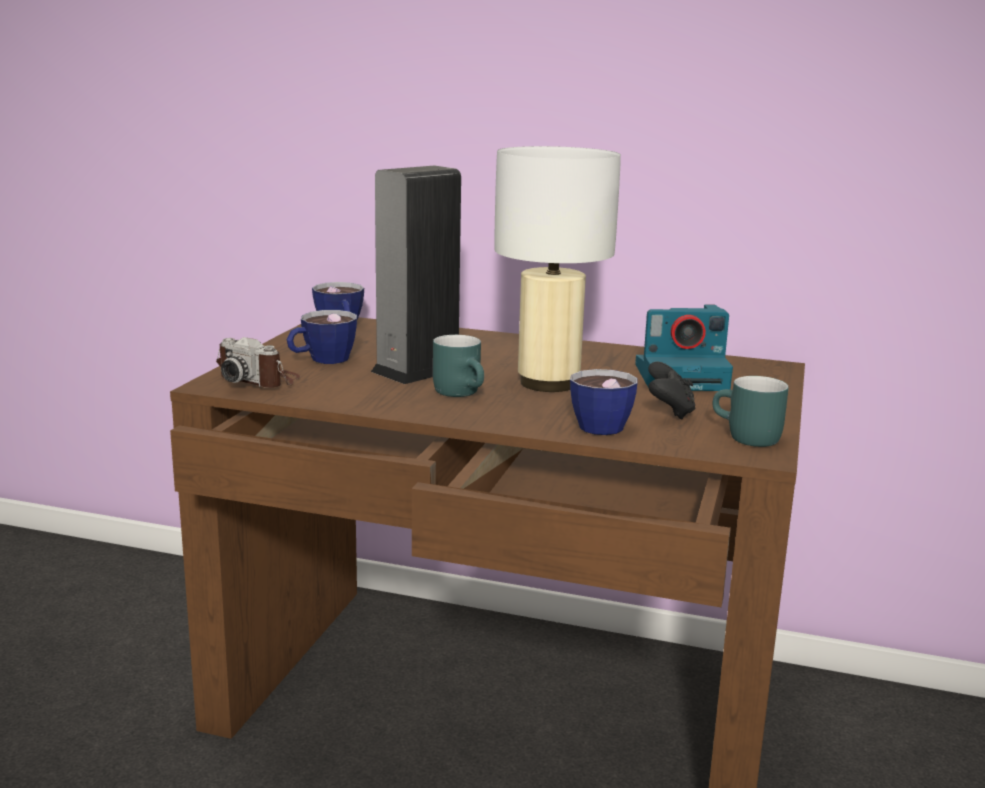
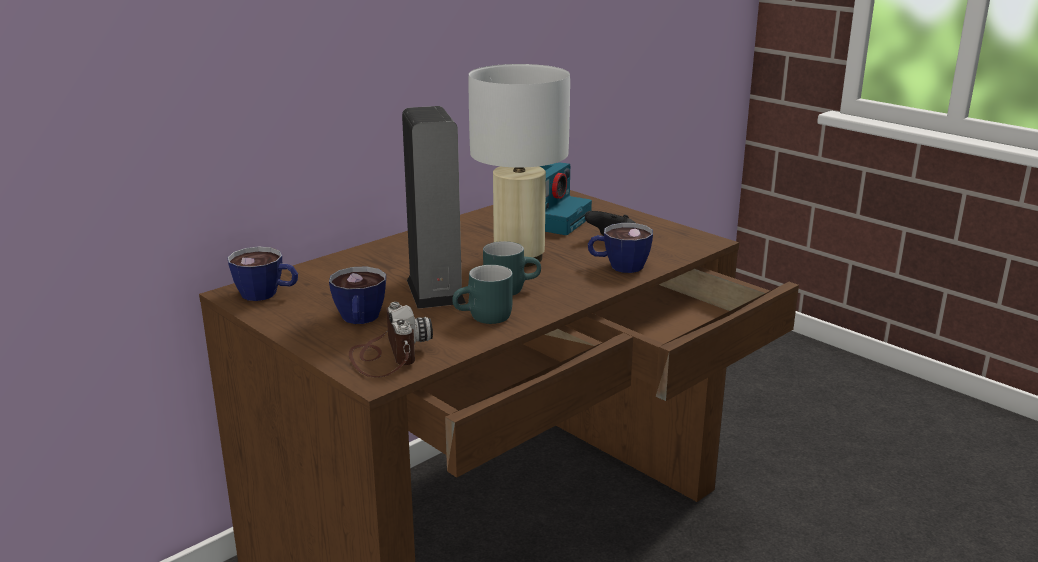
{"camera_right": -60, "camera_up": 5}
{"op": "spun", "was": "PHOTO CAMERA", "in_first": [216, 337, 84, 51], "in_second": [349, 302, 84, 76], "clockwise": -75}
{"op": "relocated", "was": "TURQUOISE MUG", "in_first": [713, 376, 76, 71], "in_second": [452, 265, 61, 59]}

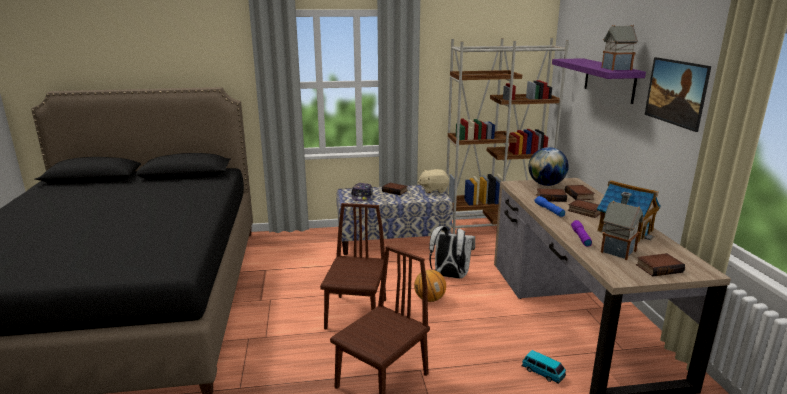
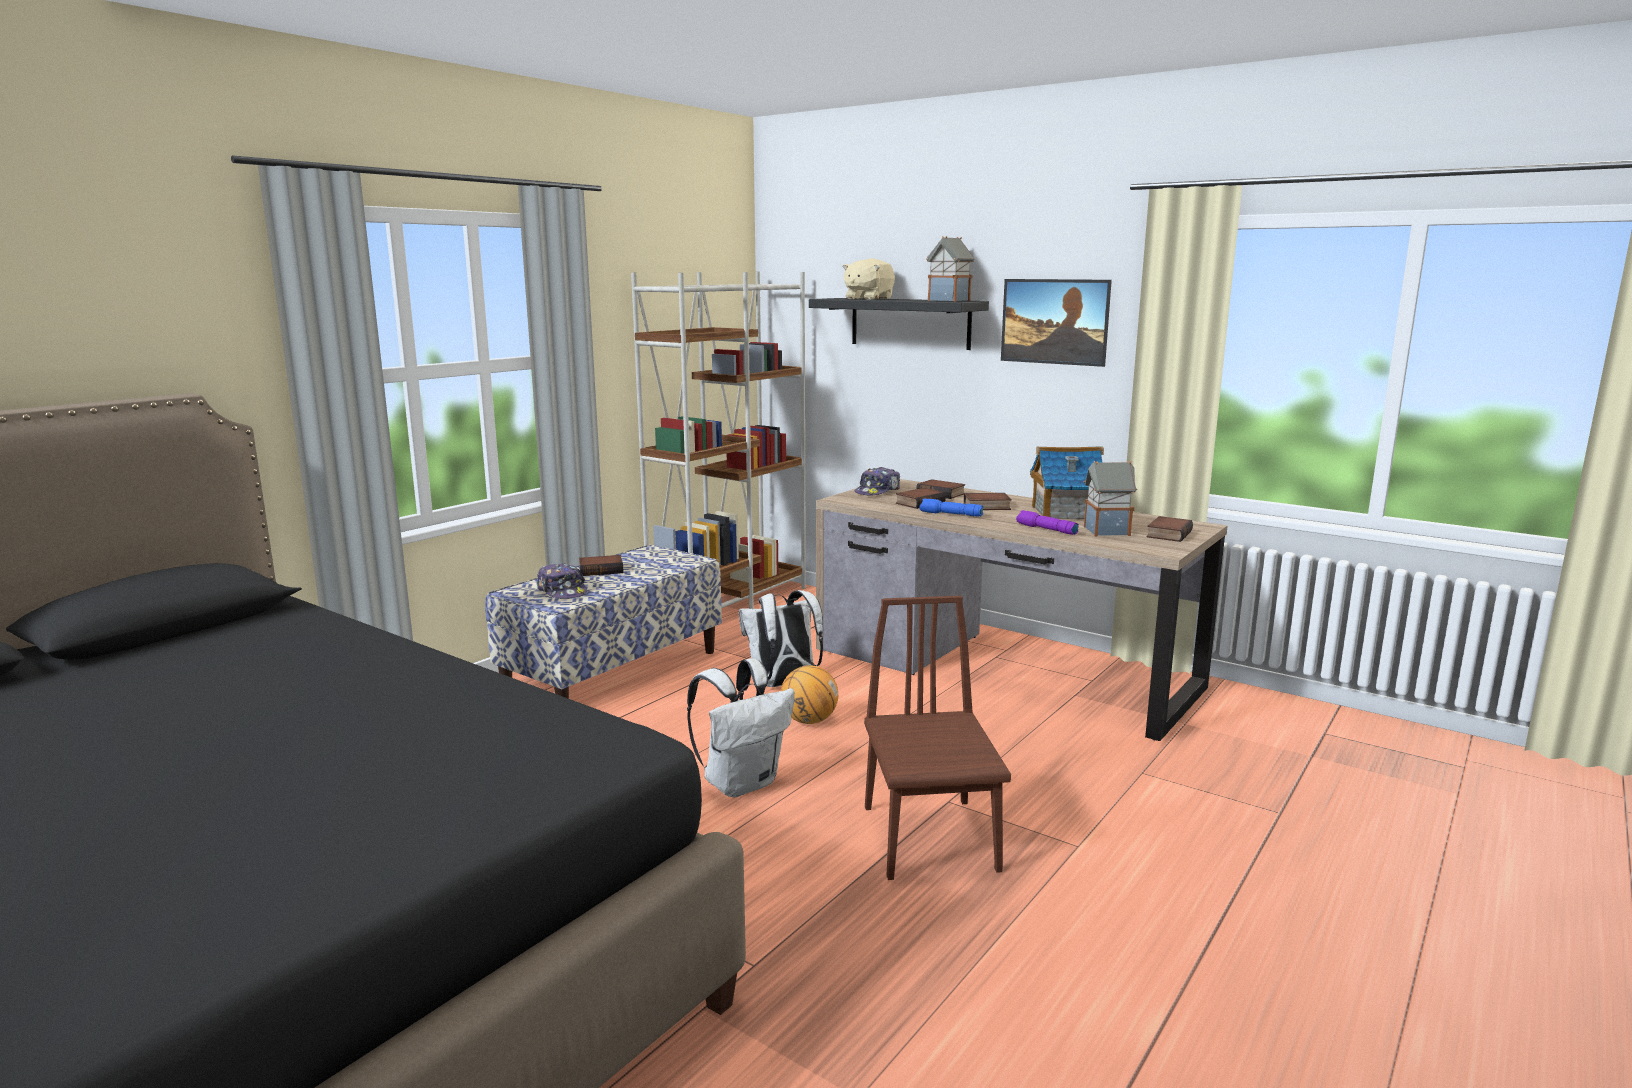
{"camera_right": -45, "camera_up": -5}
{"op": "exchanged", "was": "BROWN CHAIR", "now": "WHITE BACKPACK", "in_first": [320, 203, 66, 126], "in_second": [687, 658, 108, 139]}
{"op": "colour", "was": "PURPLE SHELF", "now": "BLACK SHELF", "in_first": [552, 58, 94, 46], "in_second": [809, 298, 180, 52]}
{"op": "relocated", "was": "BEIGE PLUSH TOY", "in_first": [417, 169, 32, 24], "in_second": [842, 259, 53, 41]}
{"op": "exchanged", "was": "GLOBE", "now": "CAP", "in_first": [528, 147, 41, 39], "in_second": [855, 467, 45, 29]}
{"op": "missing", "was": "TOY CAR", "in_first": [522, 350, 44, 34]}

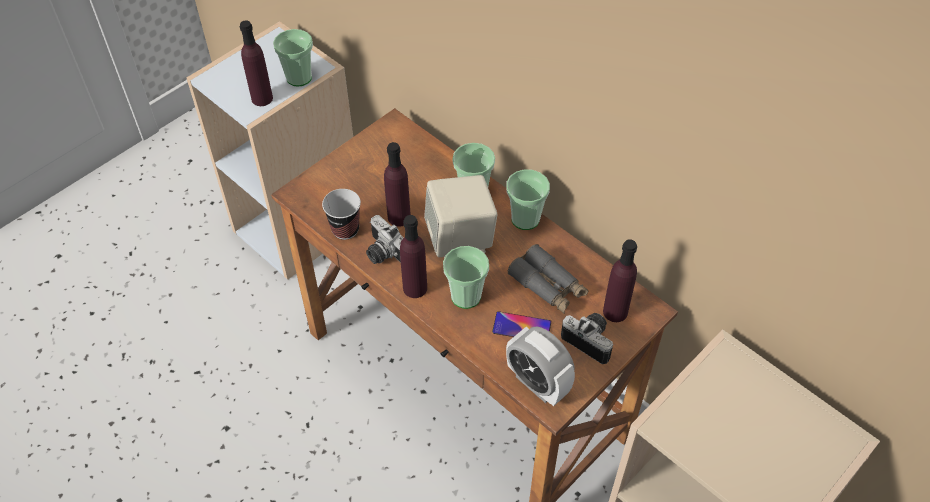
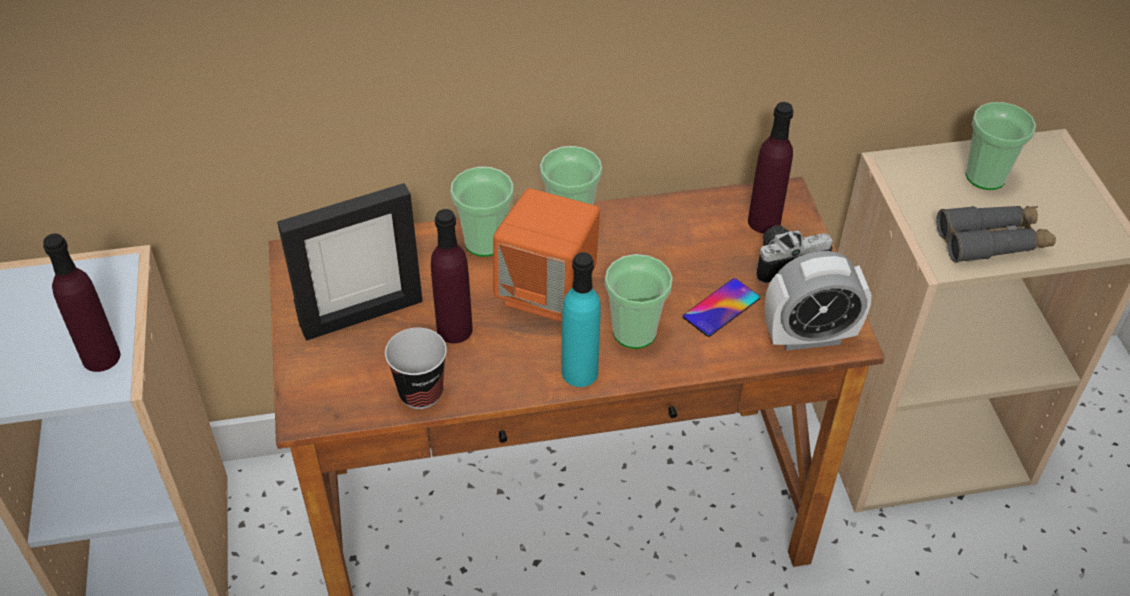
{"camera_right": -55, "camera_up": -5}
{"op": "appeared", "now": "PICTURE FRAME", "in_second": [277, 183, 146, 158]}
{"op": "colour", "was": "BEIGE SPEAKER", "now": "ORANGE SPEAKER", "in_first": [424, 175, 74, 83], "in_second": [493, 188, 107, 134]}
{"op": "colour", "was": "PURPLE BOTTLE", "now": "TURQUOISE BOTTLE", "in_first": [400, 215, 27, 83], "in_second": [562, 252, 39, 135]}
{"op": "relocated", "was": "GREY BINOCULARS", "in_first": [508, 244, 80, 70], "in_second": [936, 206, 120, 57]}
{"op": "relocated", "was": "CUP", "in_first": [273, 29, 40, 57], "in_second": [966, 102, 70, 88]}
{"op": "missing", "was": "PHOTO CAMERA", "in_first": [366, 215, 38, 49]}

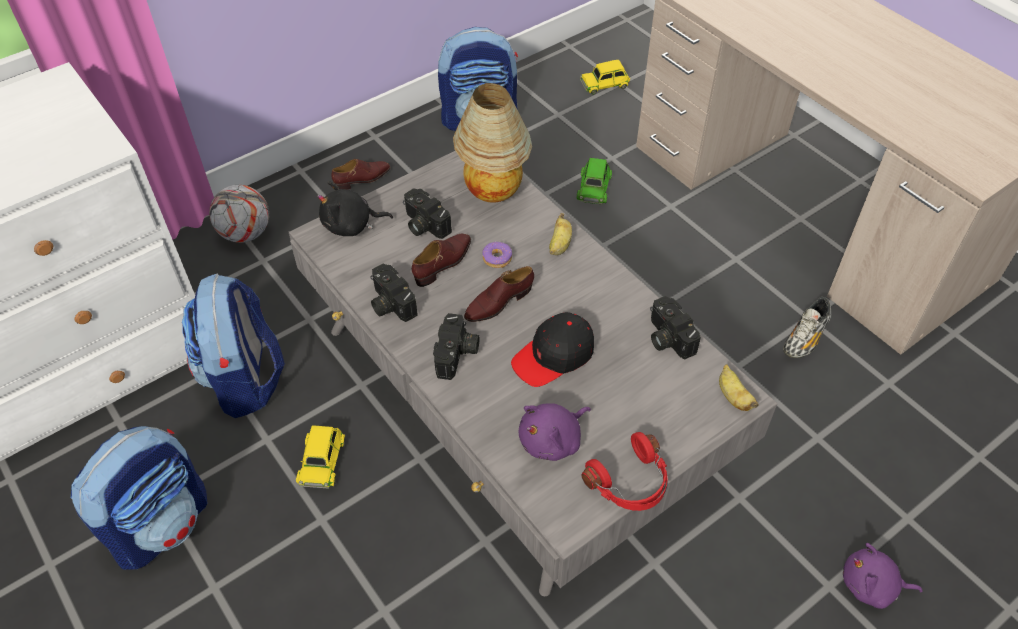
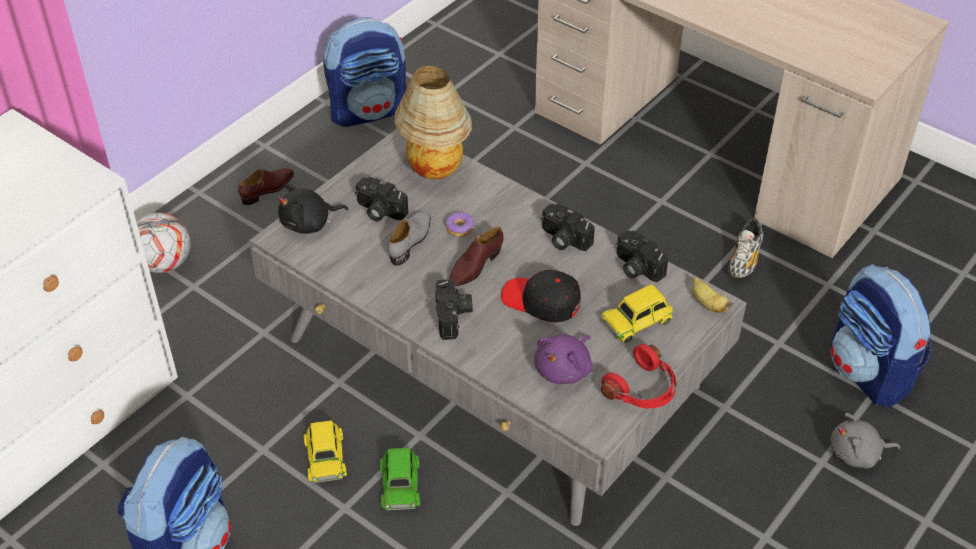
{"camera_right": -15, "camera_up": -5}
{"op": "relocated", "was": "GREEN TOY CAR", "in_first": [577, 158, 35, 46], "in_second": [380, 448, 40, 62]}
{"op": "colour", "was": "BROWN SHOE", "now": "GREY SHOE", "in_first": [412, 234, 59, 53], "in_second": [387, 211, 44, 55]}
{"op": "spun", "was": "BLACK CAP", "in_first": [511, 312, 83, 75], "in_second": [501, 270, 80, 52], "clockwise": 75}
{"op": "relocated", "was": "PHOTO CAMERA", "in_first": [371, 264, 47, 58], "in_second": [541, 204, 54, 47]}
{"op": "relocated", "was": "YELLOW TOY CAR", "in_first": [580, 60, 50, 35], "in_second": [601, 284, 72, 59]}
{"op": "relocated", "was": "BACKPACK", "in_first": [182, 273, 103, 145], "in_second": [830, 264, 102, 143]}
{"op": "colour", "was": "PURPLE PLUSH TOY", "now": "GREY PLUSH TOY", "in_first": [843, 543, 80, 66], "in_second": [831, 413, 69, 56]}
{"op": "missing", "was": "BANANA", "in_first": [549, 213, 23, 42]}

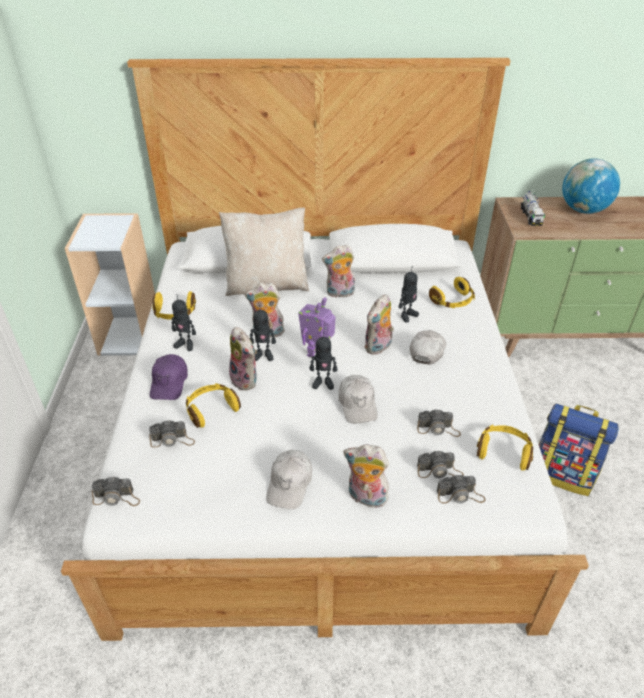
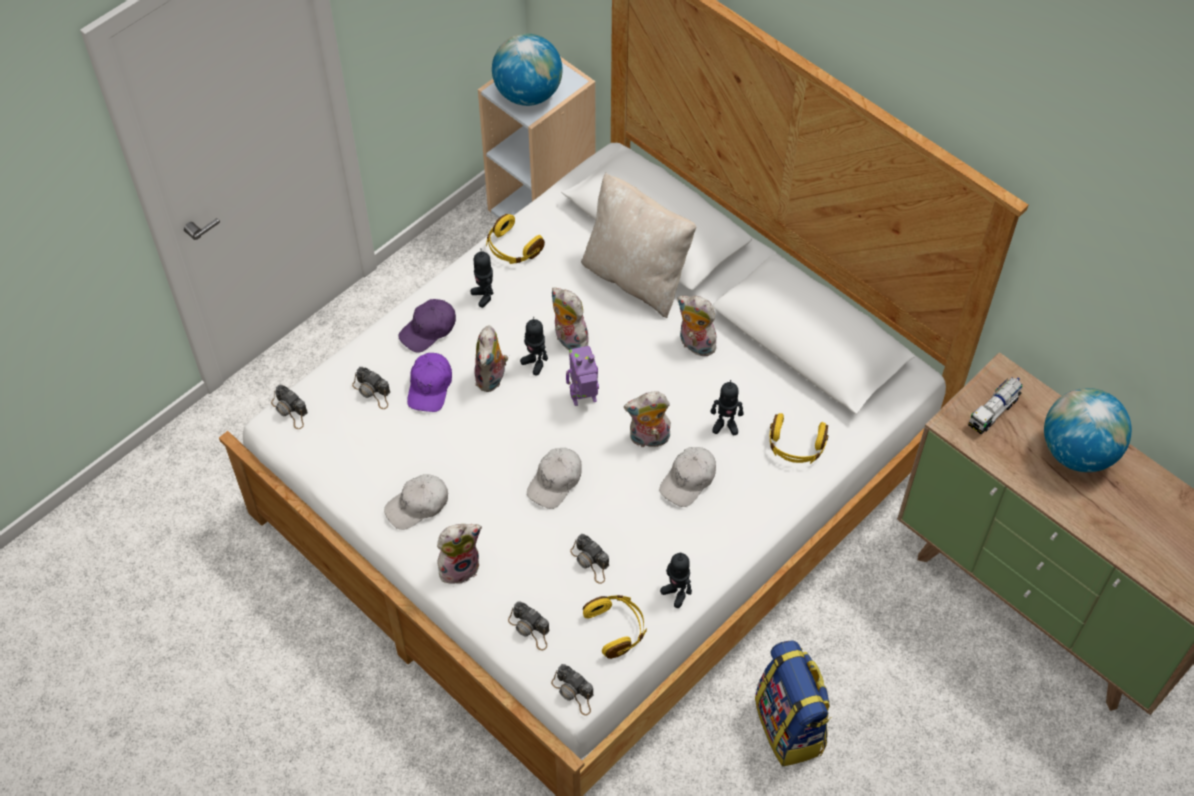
{"camera_right": 45, "camera_up": 15}
{"op": "exchanged", "was": "YELLOW HEADPHONES", "now": "PURPLE CAP", "in_first": [186, 383, 55, 45], "in_second": [407, 353, 45, 59]}
{"op": "spun", "was": "PLUSH TOY", "in_first": [343, 444, 46, 64], "in_second": [437, 524, 45, 60], "clockwise": 90}
{"op": "appeared", "now": "GLOBE", "in_second": [492, 33, 71, 73]}
{"op": "relocated", "was": "PHOTO CAMERA", "in_first": [417, 451, 47, 27], "in_second": [551, 664, 42, 52]}
{"op": "spun", "was": "WHITE CAP", "in_first": [410, 330, 36, 34], "in_second": [659, 447, 57, 60], "clockwise": 150}
{"op": "relocated", "was": "TOY ROBOT", "in_first": [310, 331, 27, 59], "in_second": [660, 552, 32, 56]}

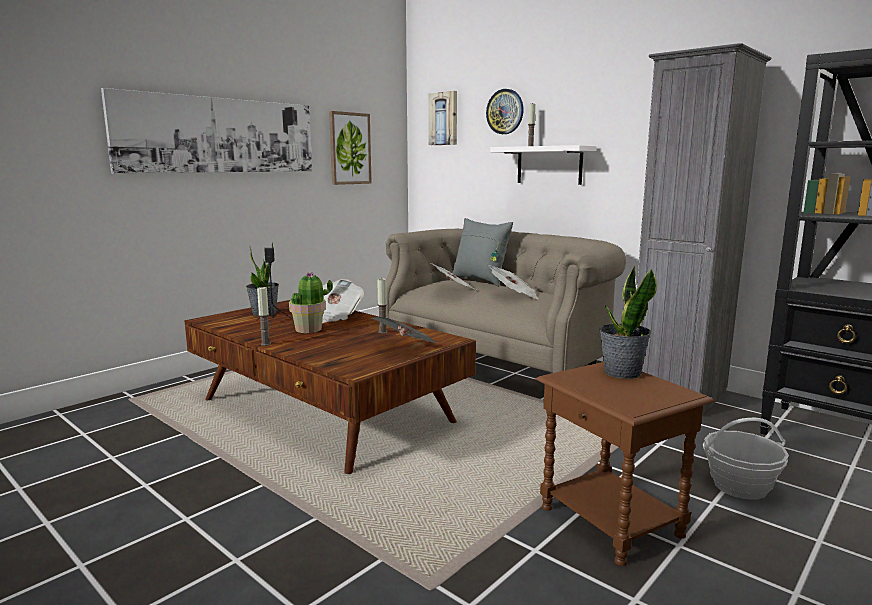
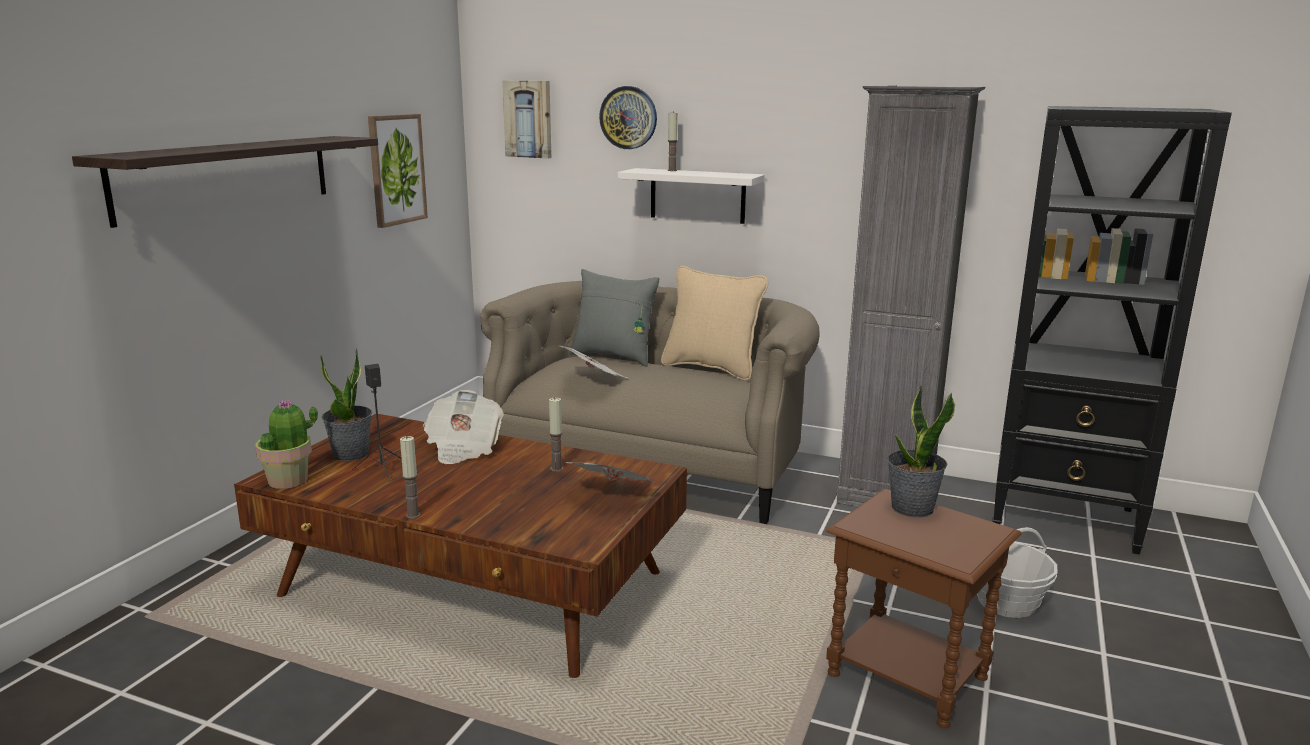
{"camera_right": -20, "camera_up": 5}
{"op": "exchanged", "was": "PICTURE", "now": "SHELF", "in_first": [101, 88, 211, 85], "in_second": [72, 136, 306, 92]}
{"op": "relocated", "was": "POTTED PLANT", "in_first": [289, 272, 44, 61], "in_second": [255, 399, 63, 90]}
{"op": "appeared", "now": "BEIGE PILLOW", "in_second": [661, 266, 107, 115]}
{"op": "missing", "was": "NEWSPAPER", "in_first": [489, 265, 49, 34]}

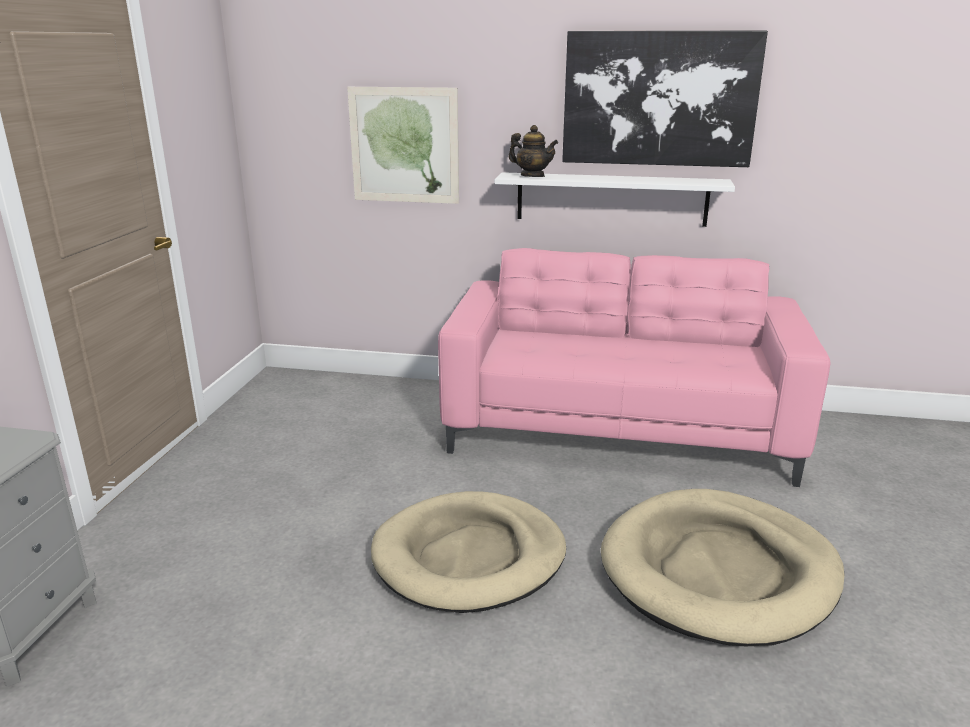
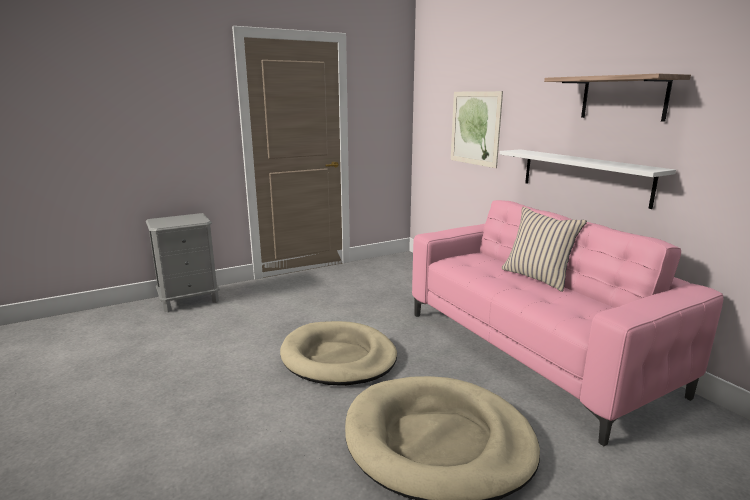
{"camera_right": 50, "camera_up": -5}
{"op": "appeared", "now": "BEIGE PILLOW", "in_second": [502, 207, 85, 85]}
{"op": "exchanged", "was": "PICTURE", "now": "SHELF", "in_first": [562, 31, 206, 136], "in_second": [544, 74, 147, 48]}
{"op": "missing", "was": "TEAPOT", "in_first": [508, 125, 50, 52]}

